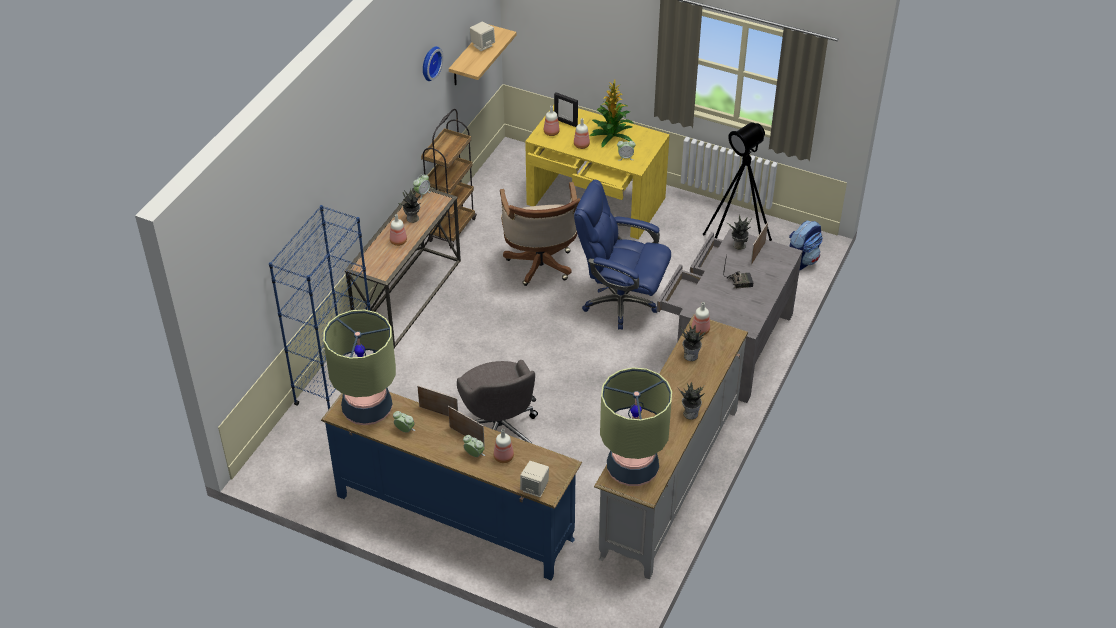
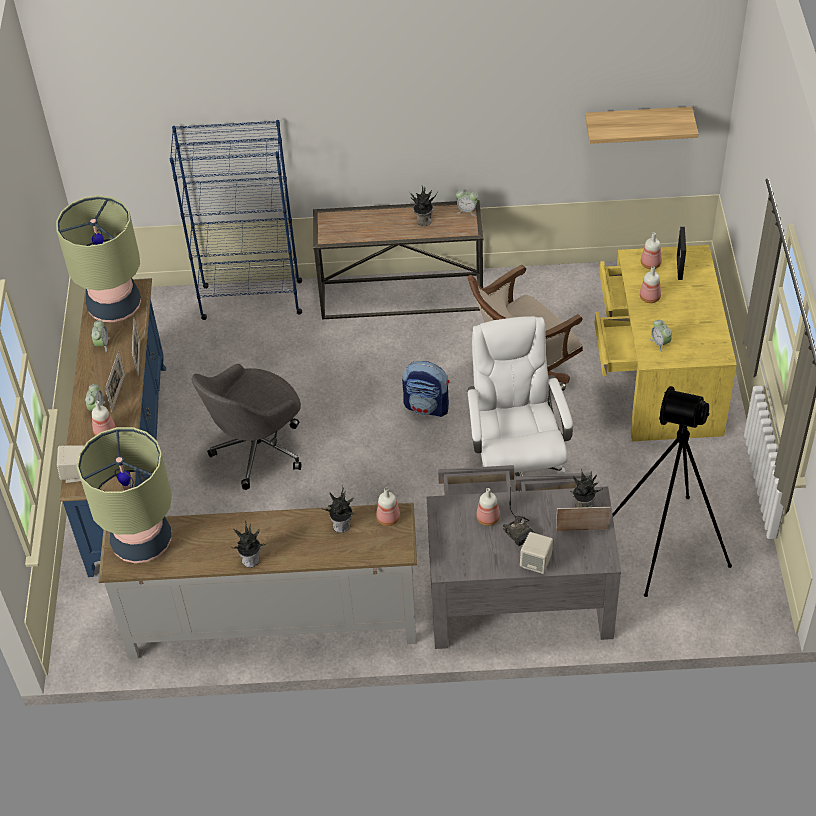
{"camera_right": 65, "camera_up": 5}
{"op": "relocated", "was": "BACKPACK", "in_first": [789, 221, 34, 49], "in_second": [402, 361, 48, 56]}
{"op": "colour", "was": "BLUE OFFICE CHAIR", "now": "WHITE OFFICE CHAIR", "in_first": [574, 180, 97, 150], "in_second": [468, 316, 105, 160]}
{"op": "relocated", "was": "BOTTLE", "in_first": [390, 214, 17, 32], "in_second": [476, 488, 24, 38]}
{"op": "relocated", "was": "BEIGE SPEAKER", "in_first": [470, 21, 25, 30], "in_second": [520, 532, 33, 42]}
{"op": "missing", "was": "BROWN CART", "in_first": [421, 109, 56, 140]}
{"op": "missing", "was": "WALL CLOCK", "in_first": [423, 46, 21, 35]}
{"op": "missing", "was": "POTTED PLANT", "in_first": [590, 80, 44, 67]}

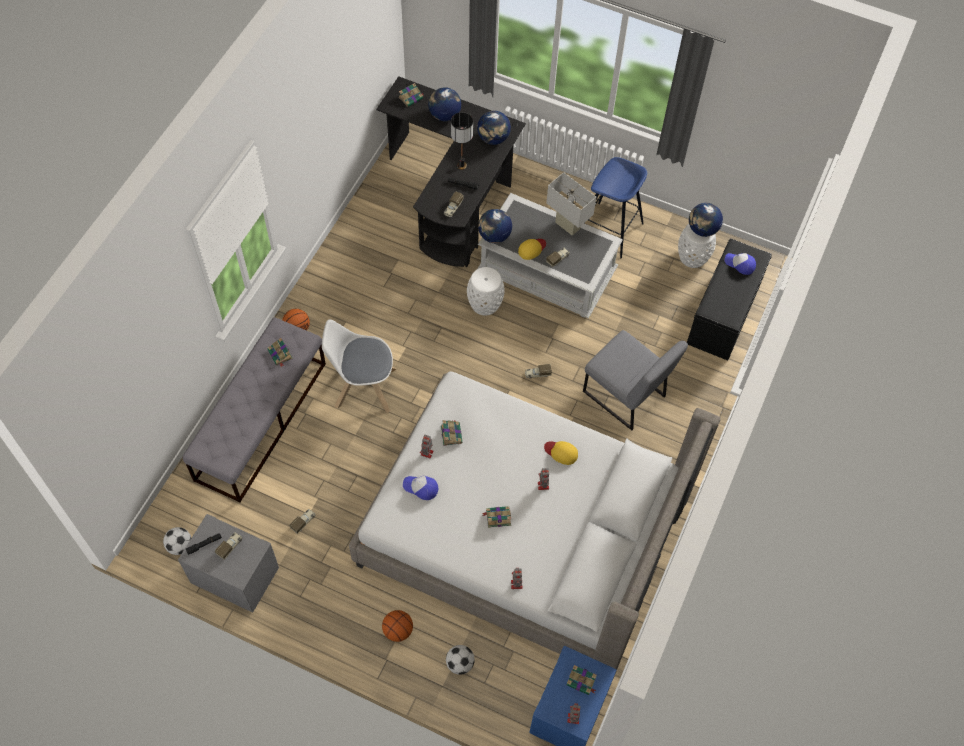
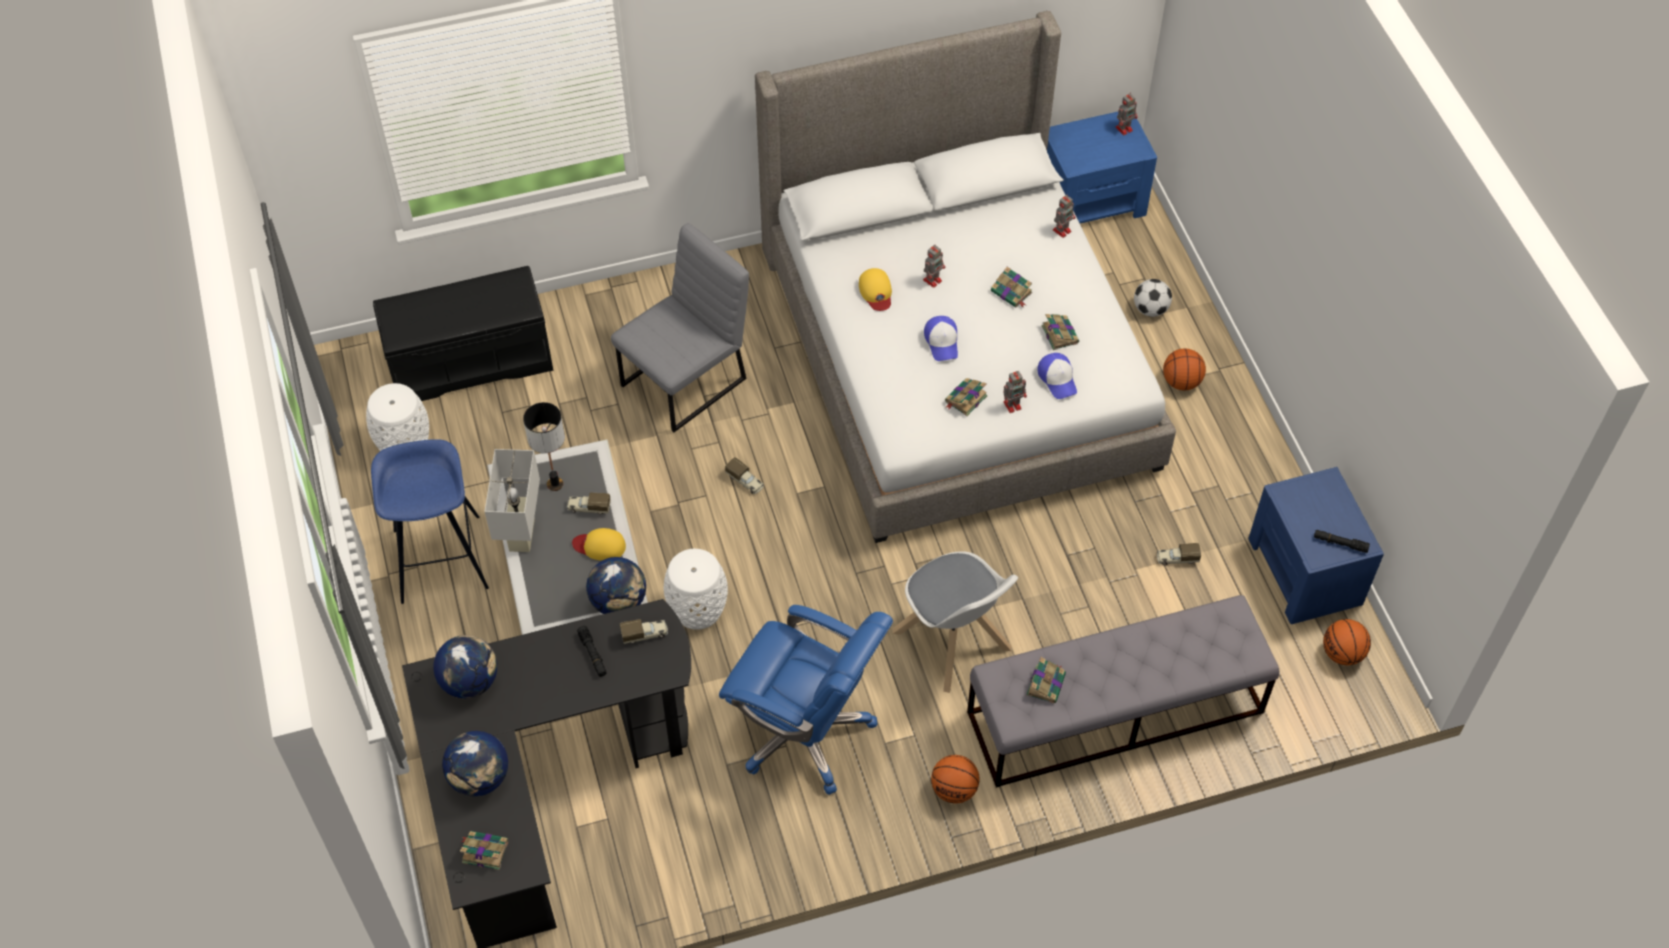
{"camera_right": -130, "camera_up": -5}
{"op": "relocated", "was": "TABLE LAMP", "in_first": [451, 112, 22, 58], "in_second": [523, 402, 42, 89]}
{"op": "spun", "was": "GREY CHAIR", "in_first": [583, 330, 105, 100], "in_second": [611, 223, 138, 209], "clockwise": 45}
{"op": "appeared", "now": "BLUE OFFICE CHAIR", "in_second": [719, 605, 174, 190]}
{"op": "relocated", "was": "CAP", "in_first": [725, 253, 31, 22], "in_second": [924, 316, 34, 45]}
{"op": "relocated", "was": "BOOK", "in_first": [567, 665, 30, 30], "in_second": [1042, 314, 37, 36]}
{"op": "colour", "was": "GREY NIGHTSTAND", "now": "BLUE NIGHTSTAND", "in_first": [178, 514, 101, 99], "in_second": [1248, 467, 136, 157]}
{"op": "exchanged", "was": "FOOTBALL", "now": "BASKETBALL", "in_first": [163, 527, 28, 28], "in_second": [1323, 619, 48, 46]}
{"op": "missing", "was": "TOY TRUCK", "in_first": [215, 532, 28, 28]}
{"op": "missing", "was": "GLOBE", "in_first": [689, 203, 34, 34]}

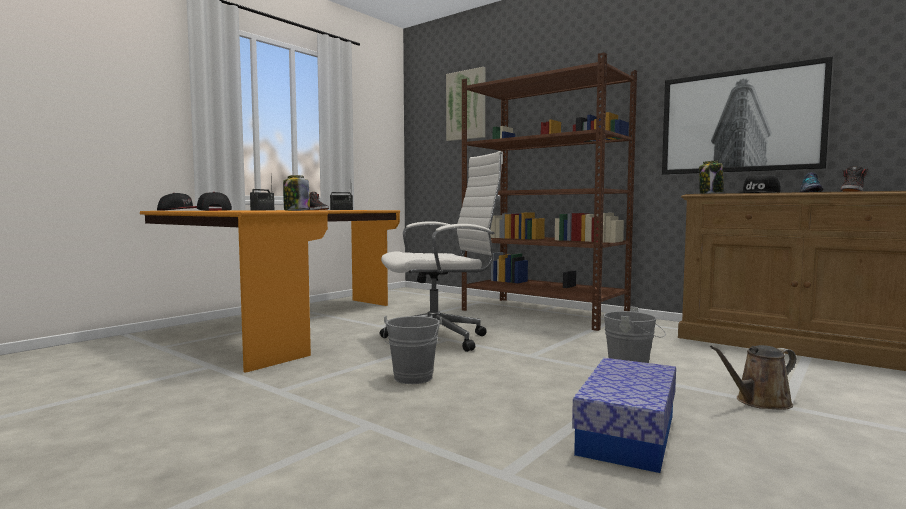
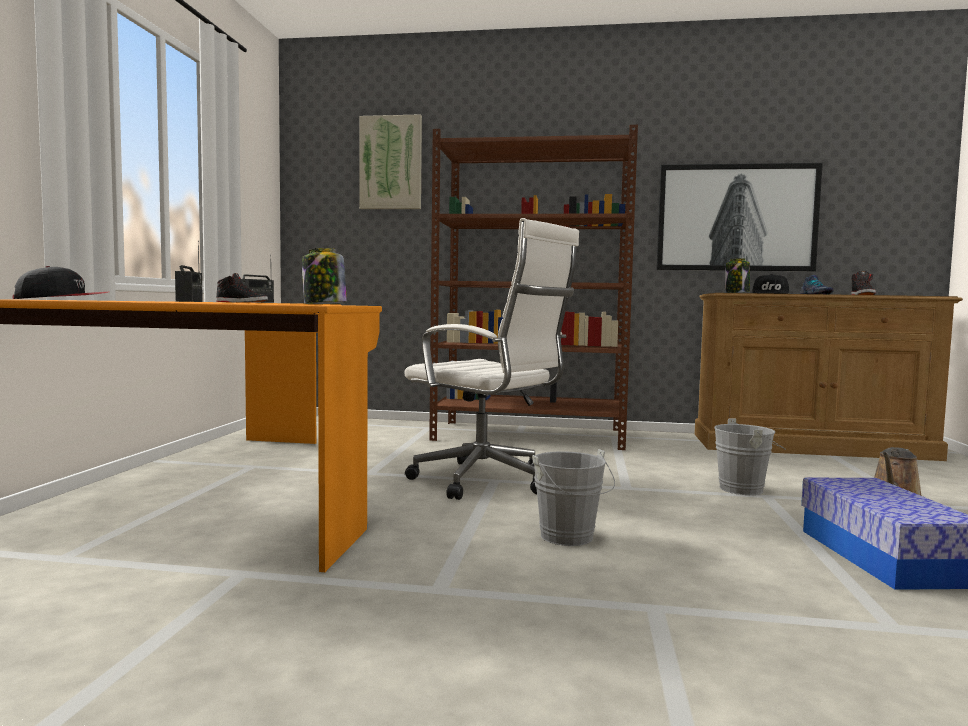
{"camera_right": -30, "camera_up": 0}
{"op": "spun", "was": "WHITE OFFICE CHAIR", "in_first": [380, 151, 123, 201], "in_second": [404, 218, 175, 282], "clockwise": 90}
{"op": "missing", "was": "CAP", "in_first": [197, 192, 35, 19]}

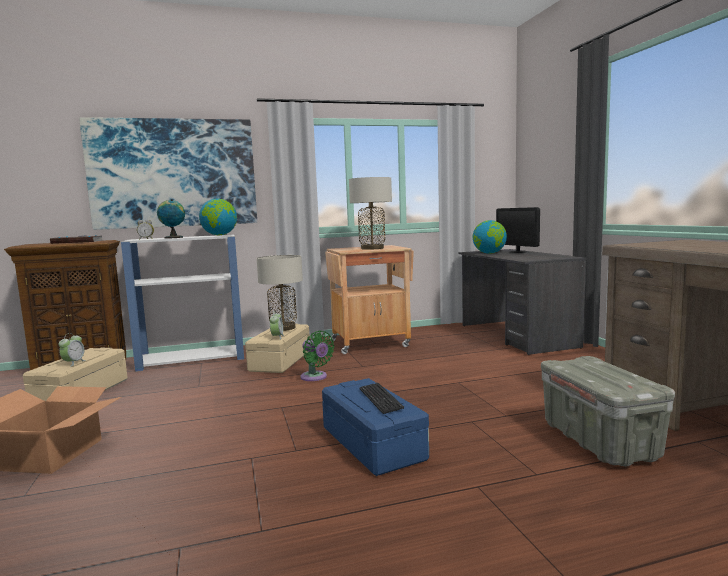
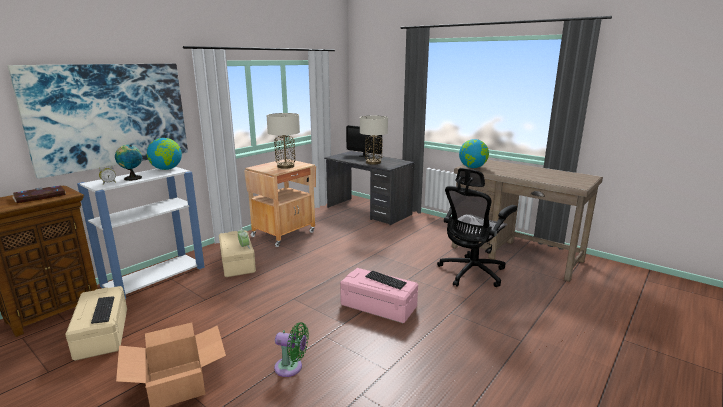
{"camera_right": -35, "camera_up": 10}
{"op": "exchanged", "was": "ALARM CLOCK", "now": "KEYBOARD", "in_first": [59, 333, 27, 34], "in_second": [91, 296, 23, 28]}
{"op": "relocated", "was": "GREEN FAN", "in_first": [300, 330, 35, 51], "in_second": [274, 322, 35, 55]}
{"op": "colour", "was": "BLUE STORAGE BOX", "now": "PINK STORAGE BOX", "in_first": [322, 378, 107, 98], "in_second": [340, 268, 78, 55]}
{"op": "relocated", "was": "TABLE LAMP", "in_first": [257, 255, 46, 76], "in_second": [360, 115, 28, 50]}
{"op": "exchanged", "was": "GREY STORAGE BOX", "now": "OFFICE CHAIR", "in_first": [541, 356, 134, 111], "in_second": [437, 168, 80, 119]}
{"op": "relocated", "was": "GLOBE", "in_first": [473, 220, 34, 34], "in_second": [459, 139, 30, 29]}

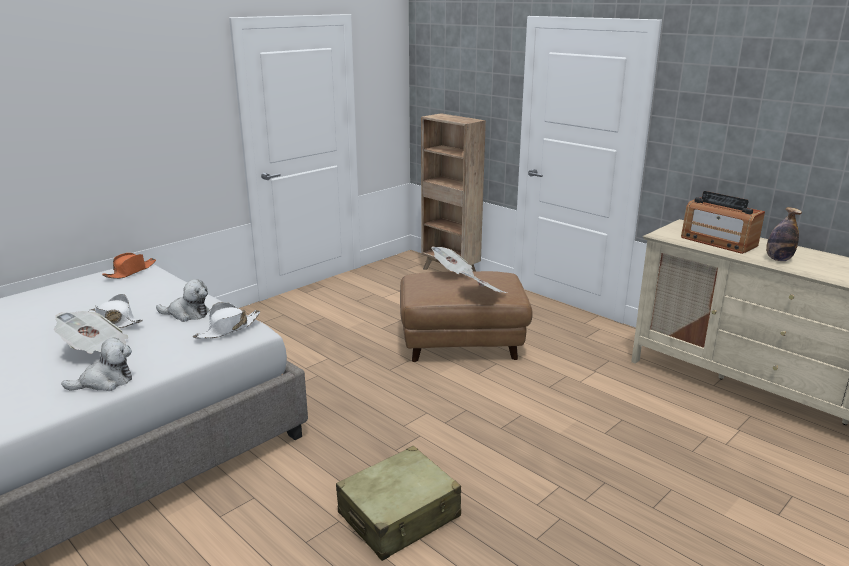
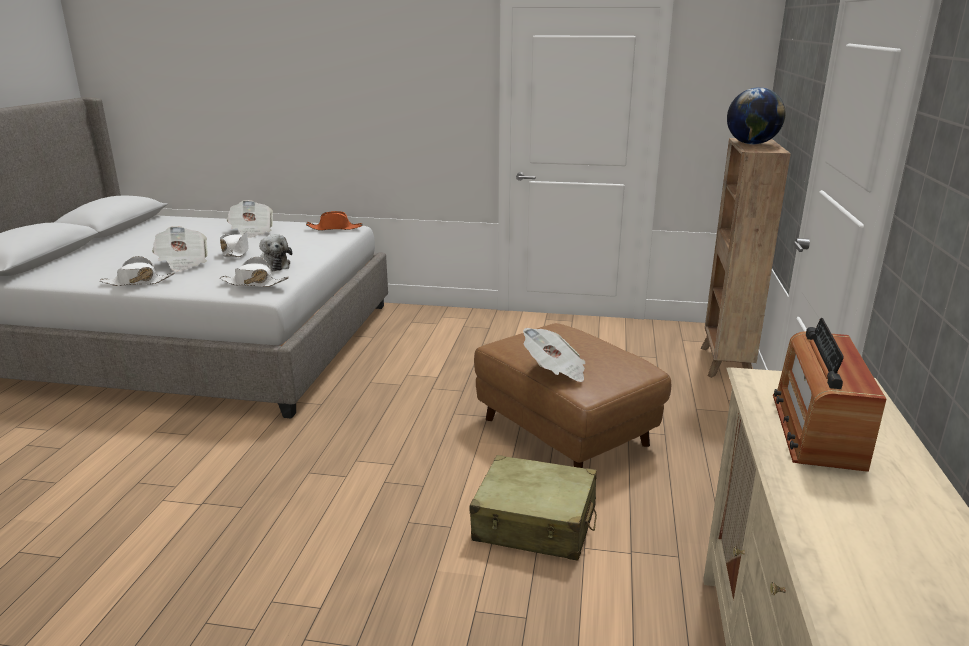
{"camera_right": 55, "camera_up": 0}
{"op": "exchanged", "was": "PLUSH TOY", "now": "WHITE HAT", "in_first": [61, 338, 71, 53], "in_second": [100, 256, 74, 30]}
{"op": "relocated", "was": "NEWSPAPER", "in_first": [431, 246, 43, 32], "in_second": [227, 200, 46, 38]}
{"op": "relocated", "was": "BEIGE SUITCASE", "in_first": [336, 446, 125, 115], "in_second": [470, 455, 127, 106]}
{"op": "appeared", "now": "GLOBE", "in_second": [727, 87, 59, 58]}
{"op": "missing", "was": "BOTTLE", "in_first": [766, 207, 36, 54]}

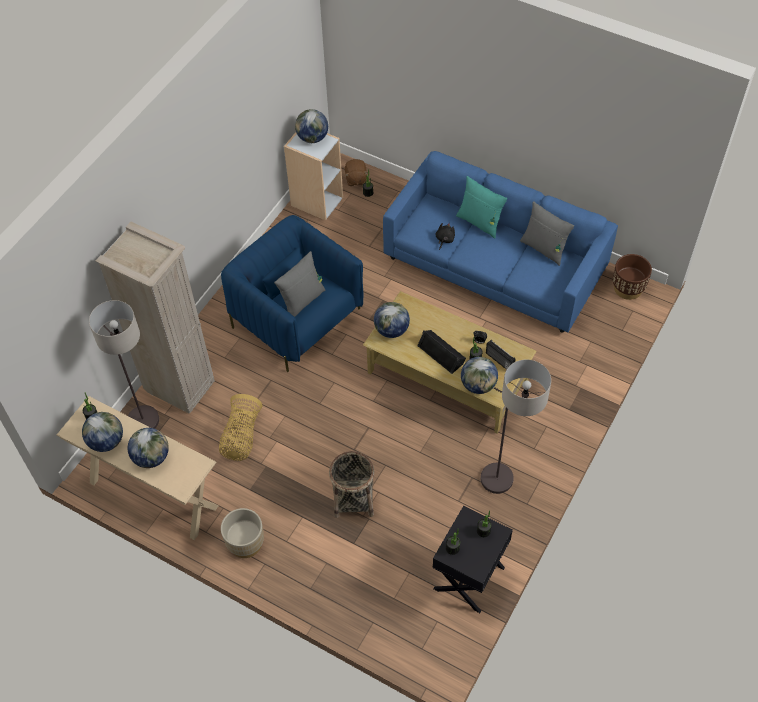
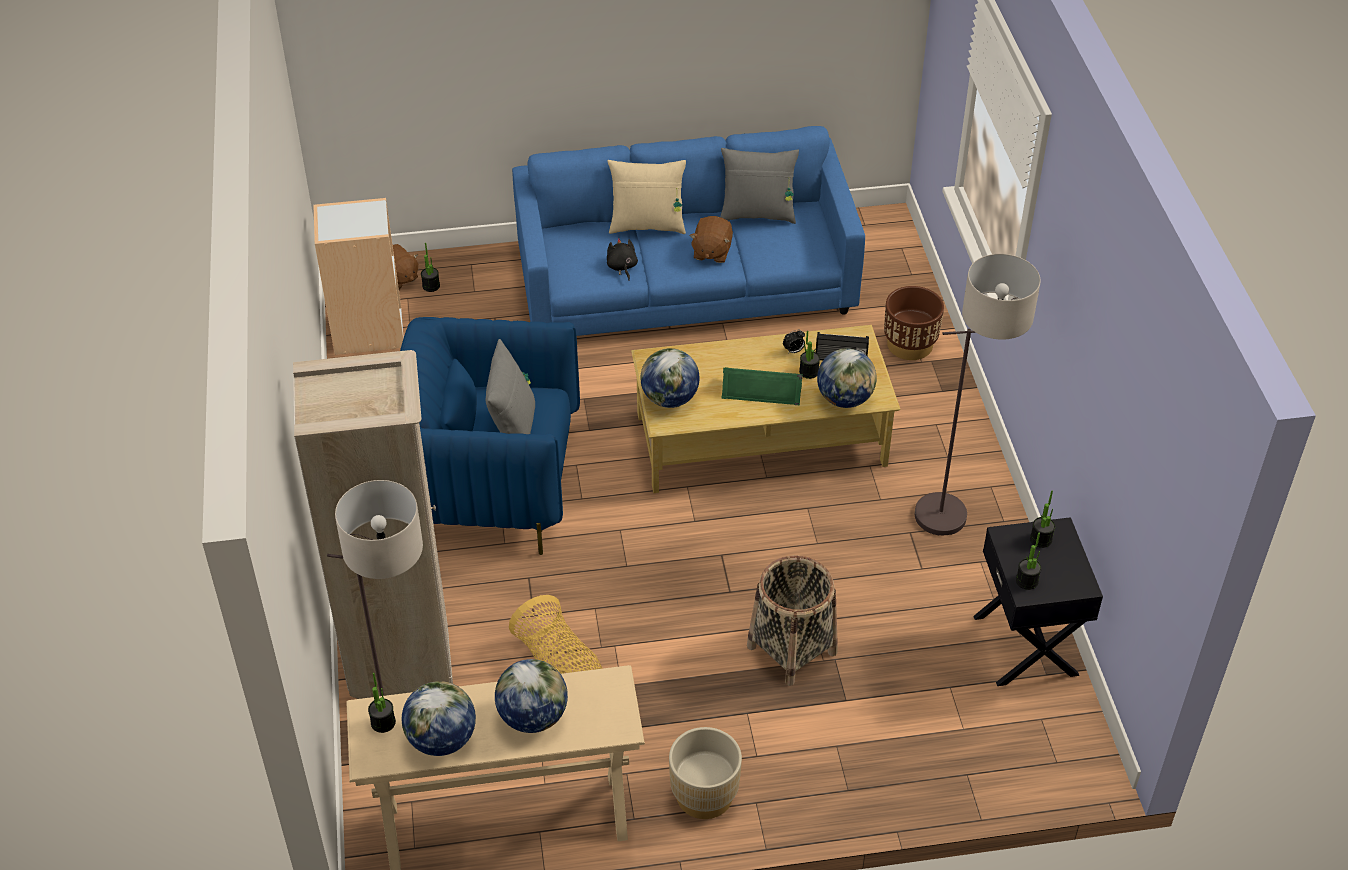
{"camera_right": -40, "camera_up": -10}
{"op": "colour", "was": "TURQUOISE PILLOW", "now": "BEIGE PILLOW", "in_first": [456, 176, 51, 63], "in_second": [607, 160, 79, 74]}
{"op": "appeared", "now": "BROWN PLUSH TOY", "in_second": [689, 216, 44, 47]}
{"op": "colour", "was": "BLACK SPEAKER", "now": "GREEN SPEAKER", "in_first": [417, 330, 49, 44], "in_second": [722, 367, 81, 38]}
{"op": "relocated", "was": "BROWN PLANTER", "in_first": [613, 254, 39, 46], "in_second": [884, 286, 60, 74]}
{"op": "missing", "was": "GLOBE", "in_first": [295, 109, 33, 34]}

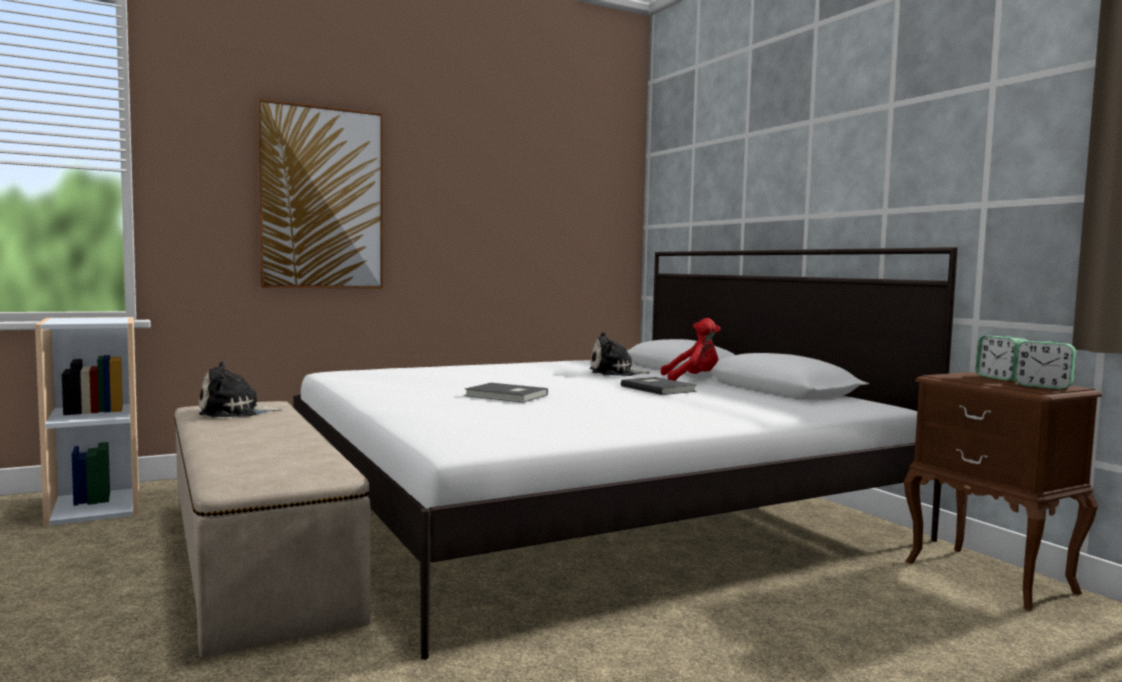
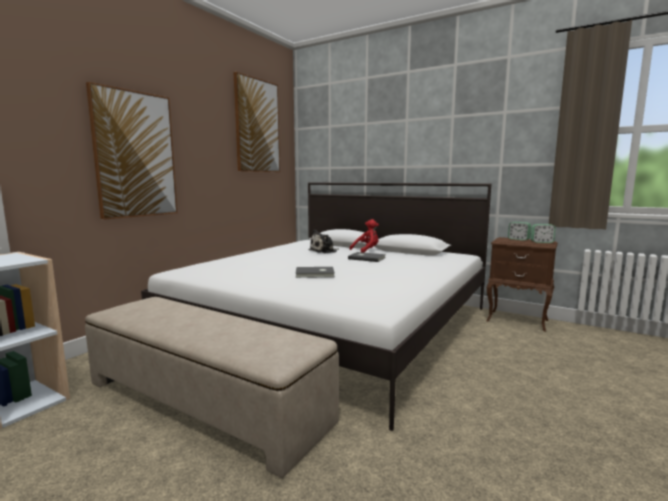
{"camera_right": -30, "camera_up": 5}
{"op": "appeared", "now": "PICTURE", "in_second": [233, 72, 47, 100]}
{"op": "missing", "was": "PLUSH TOY", "in_first": [199, 361, 84, 56]}

